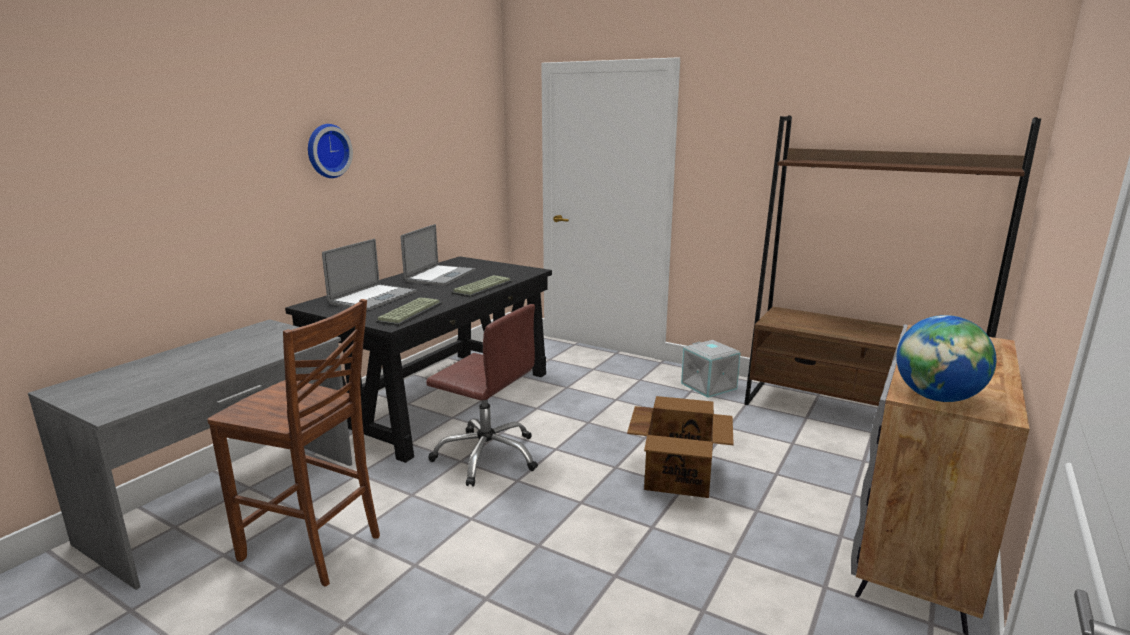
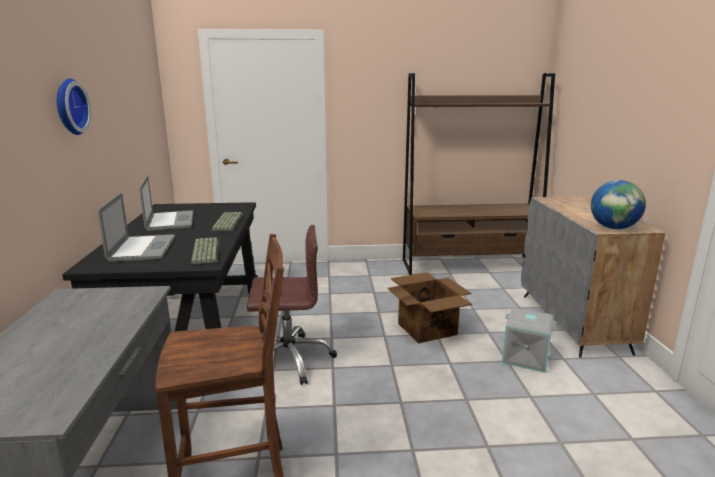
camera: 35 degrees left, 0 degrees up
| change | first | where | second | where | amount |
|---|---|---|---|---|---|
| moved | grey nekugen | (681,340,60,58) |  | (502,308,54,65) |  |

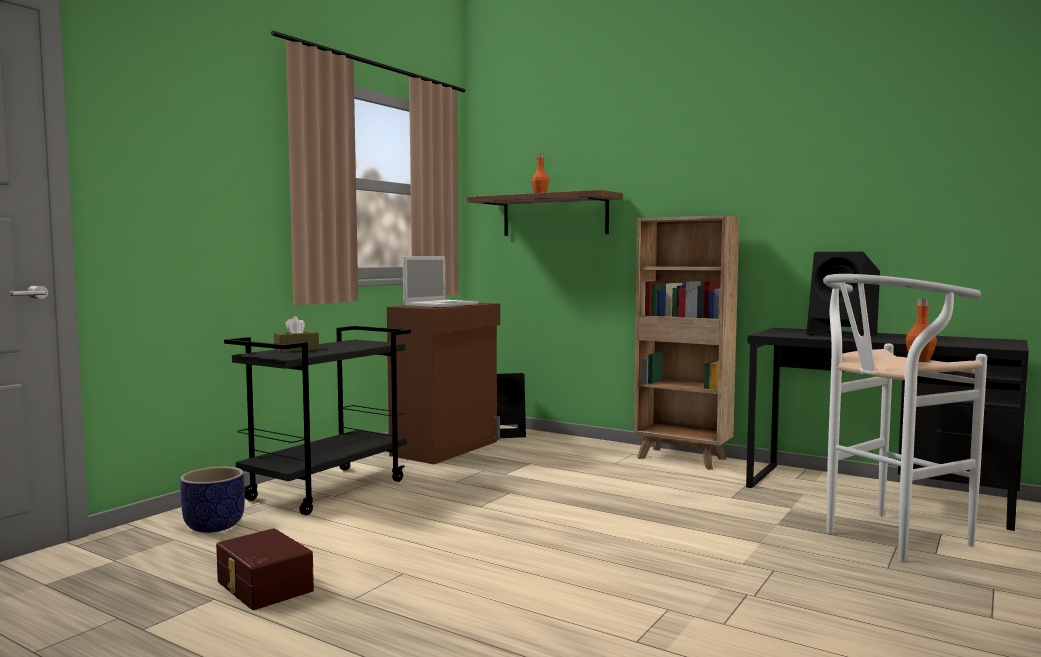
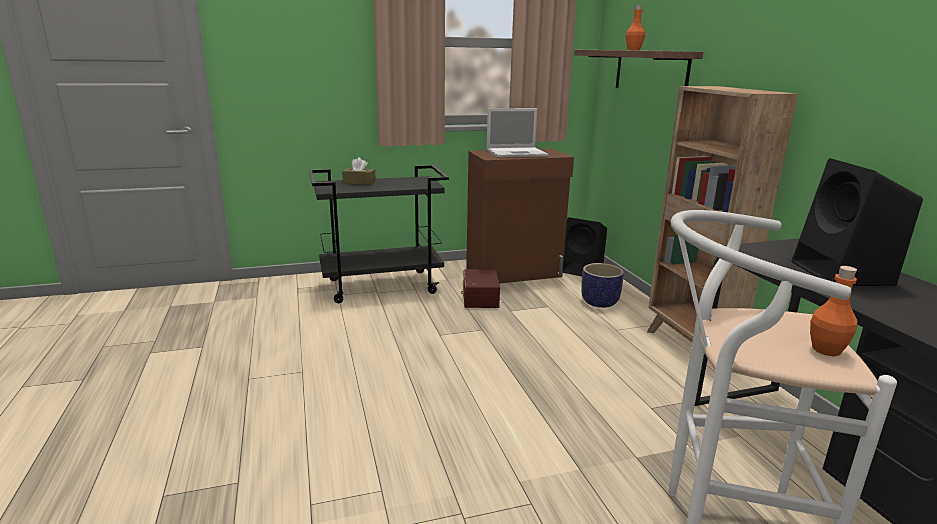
camera: 40 degrees right, 15 degrees up
| change | first | where | second | where | amount |
|---|---|---|---|---|---|
| moved | brown nekugen | (216,528,98,82) |  | (461,269,39,39) |  |
| moved | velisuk | (180,466,65,67) |  | (581,263,43,45) |  |

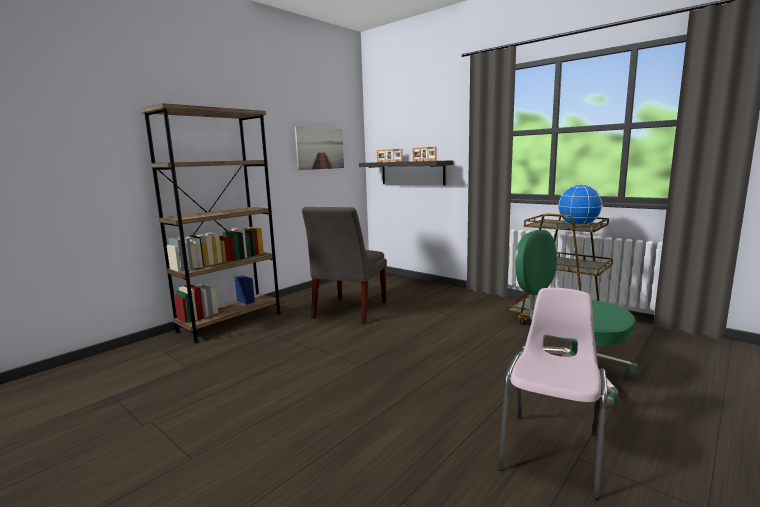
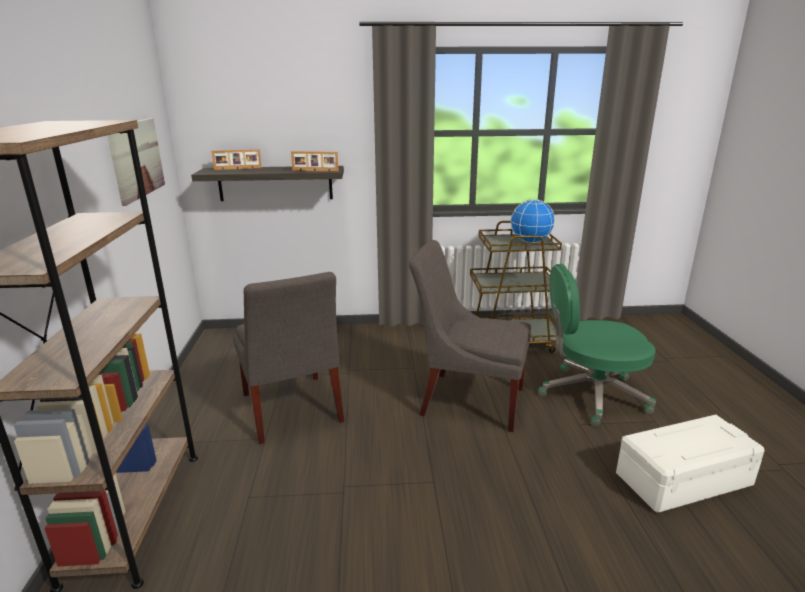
camera: 45 degrees left, 10 degrees up
| change | first | where | second | where | amount |
|---|---|---|---|---|---|
| added |  |  | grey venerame | (409,240,122,192) |  |
| replaced | pink venerame | (498,288,109,211) | white nekugen | (616,415,149,98) |  |

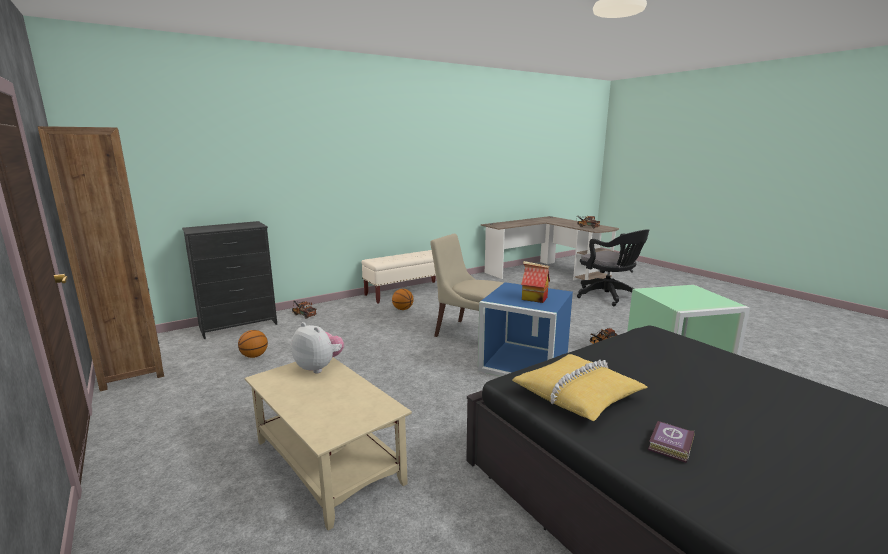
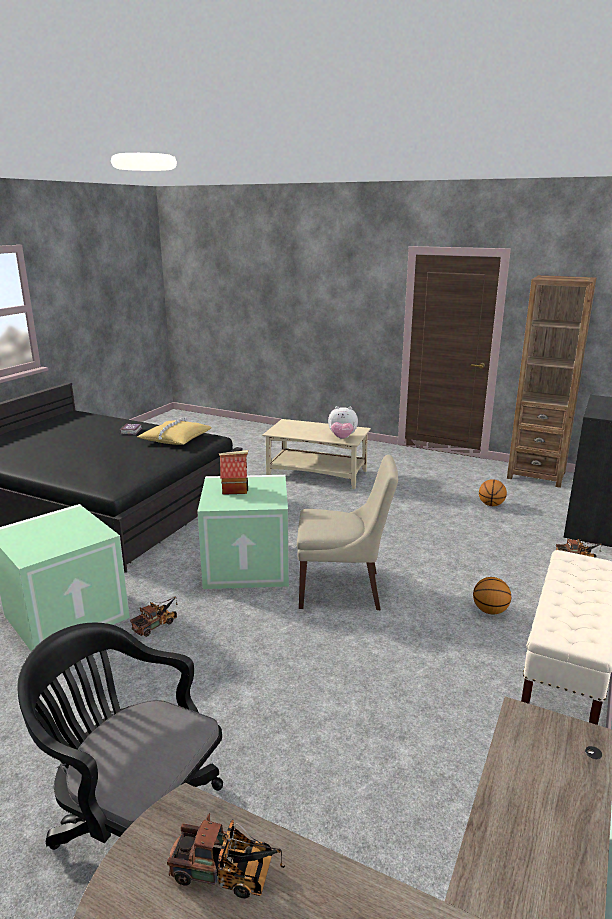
camera: 150 degrees right, 5 degrees up
| change | first | where | second | where | amount |
|---|---|---|---|---|---|
| recoloured | blue nekugen | (478,282,95,95) | green nekugen | (197,475,92,114) |  |

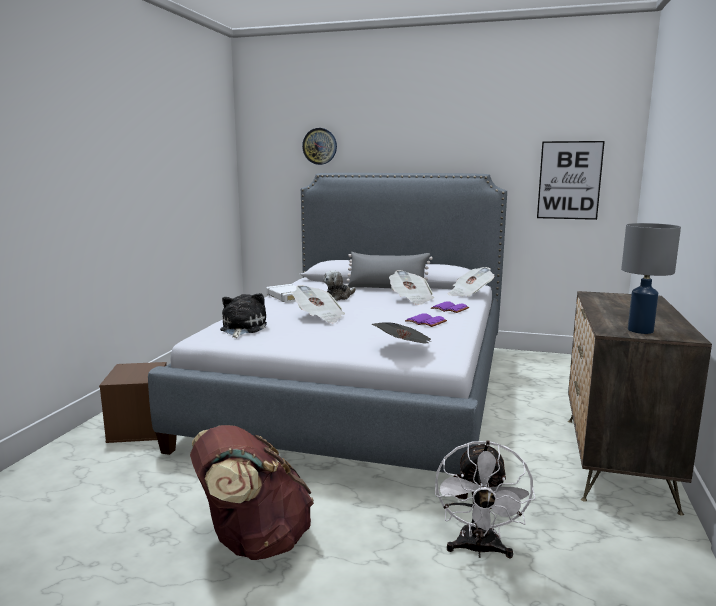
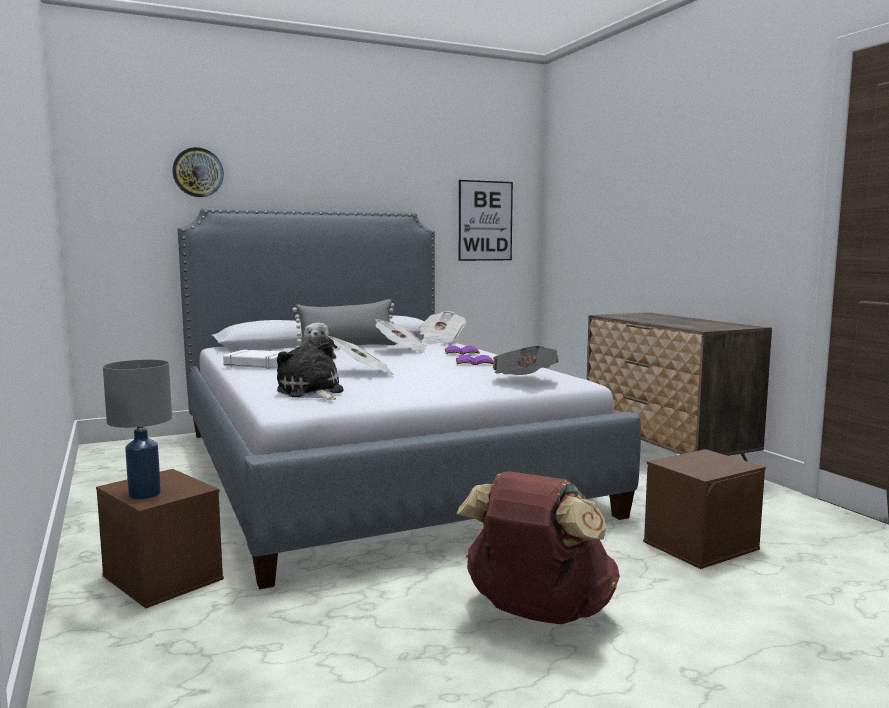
camera: 40 degrees left, 5 degrees down
| change | first | where | second | where | amount |
|---|---|---|---|---|---|
| moved | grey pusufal | (621,223,60,111) |  | (103,360,69,139) |  |
| replaced | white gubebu | (435,440,100,119) | brown nekugen | (643,449,123,120) |  |

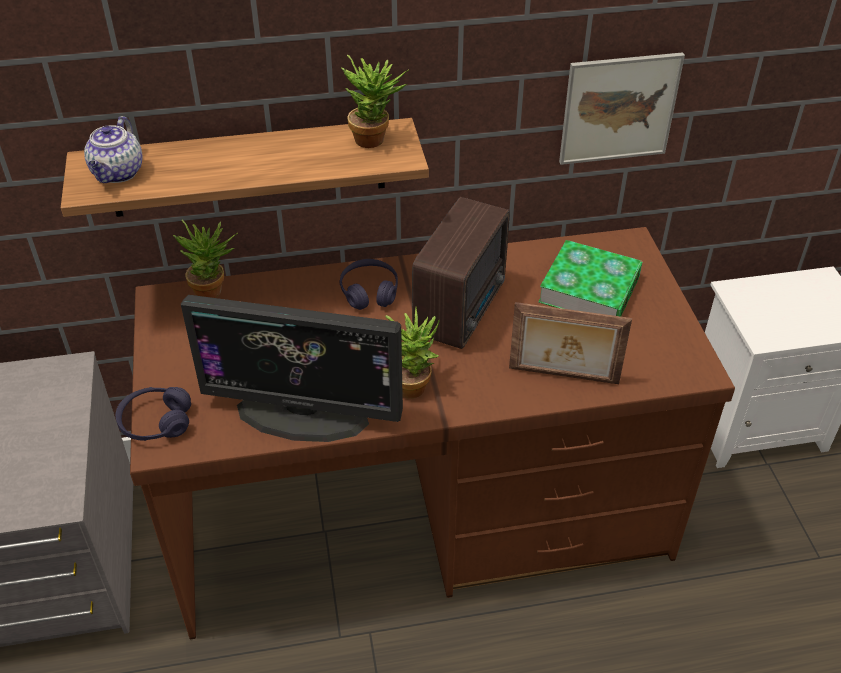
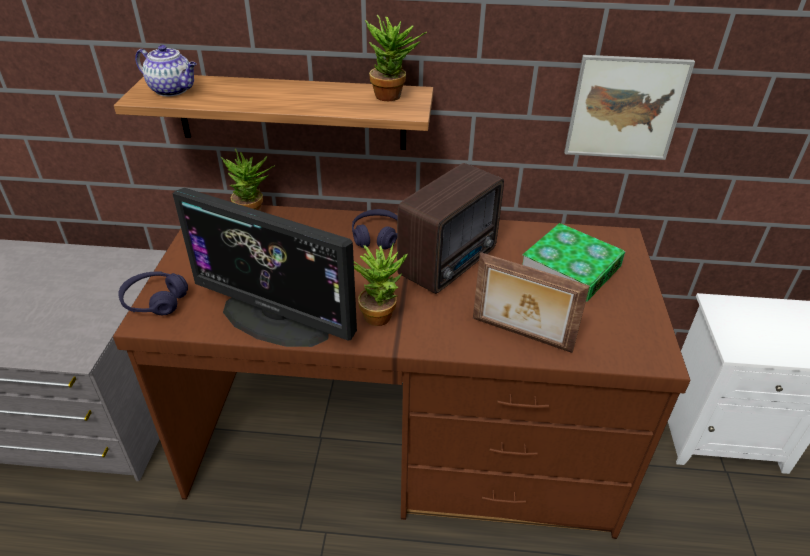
camera: 15 degrees right, 5 degrees down
| change | first | where | second | where | amount |
|---|---|---|---|---|---|
| turned | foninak | (84,116,59,67) |  | (135,45,62,51) | 90 degrees counterclockwise |

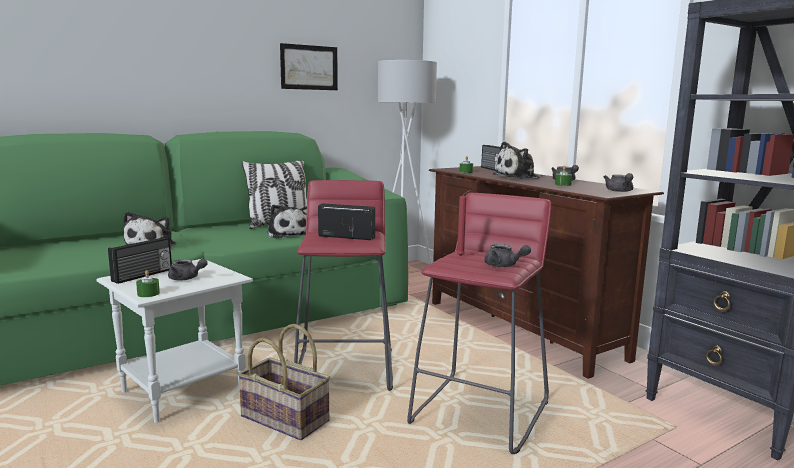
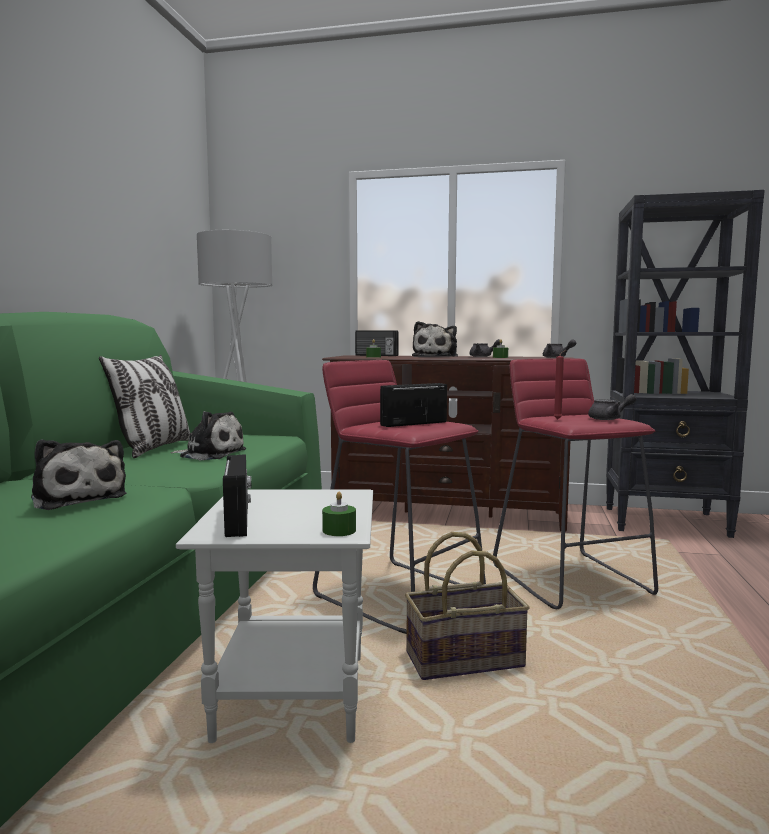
camera: 45 degrees left, 5 degrees down
| change | first | where | second | where | amount |
|---|---|---|---|---|---|
| removed | grey foninak | (168,259,40,22) |  |  |  |
| removed | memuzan | (280,43,58,47) |  |  |  |

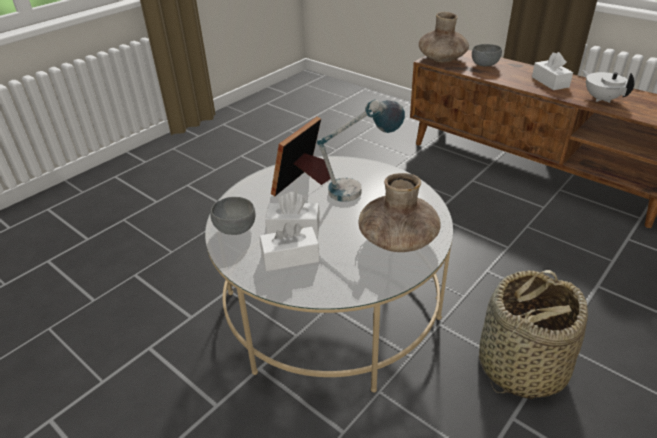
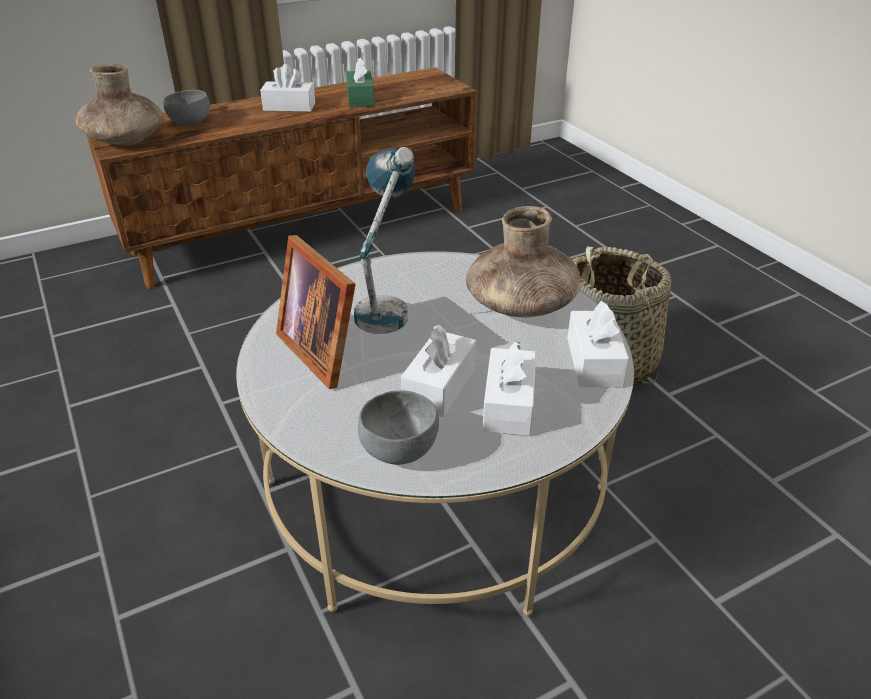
camera: 70 degrees left, 0 degrees up
| change | first | where | second | where | amount |
|---|---|---|---|---|---|
| replaced | white foninak | (582,70,52,33) | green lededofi | (346,57,29,50) |  |
| added |  |  | white lededofi | (567,301,62,86) |  |

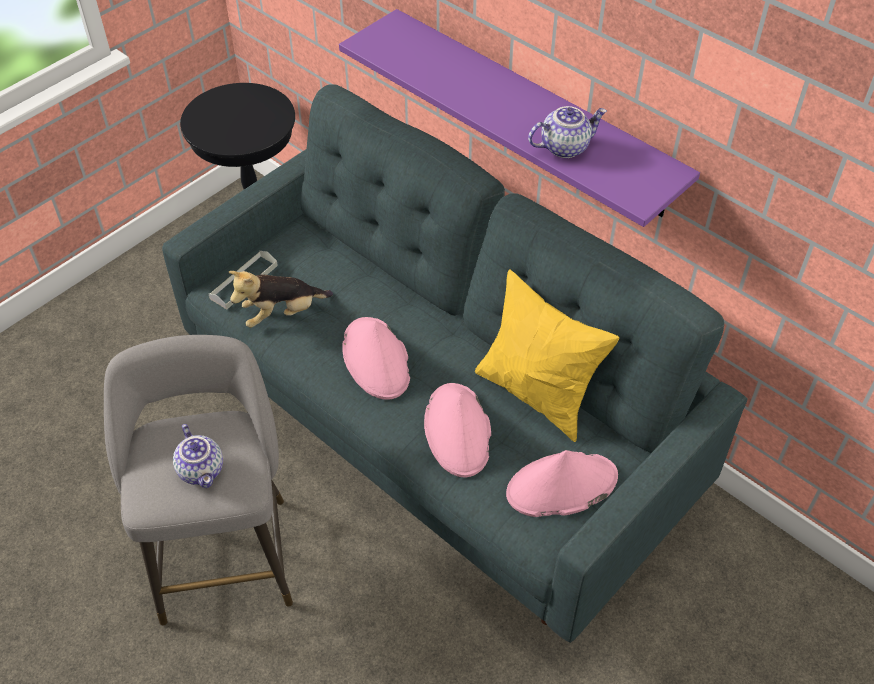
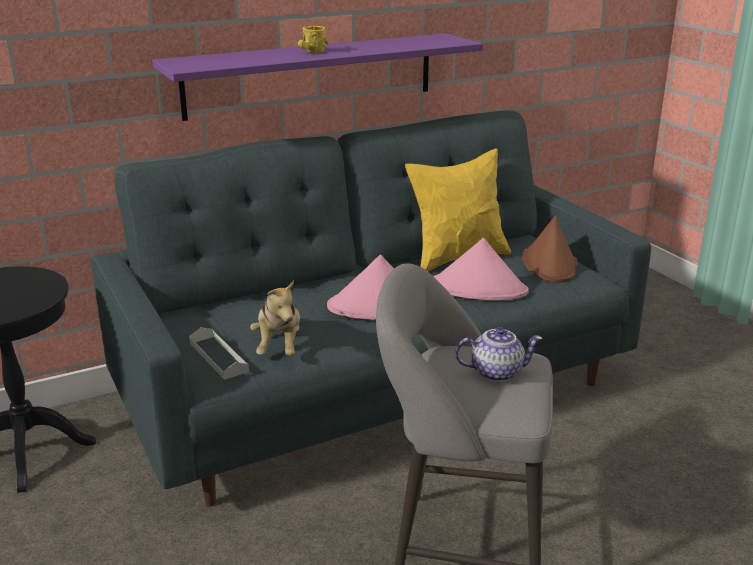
camera: 70 degrees left, 25 degrees down
| change | first | where | second | where | amount |
|---|---|---|---|---|---|
| added |  |  | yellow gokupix | (298,26,30,27) |  |
| recoloured | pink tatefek | (506,450,112,67) | brown tatefek | (522,216,56,66) |  |
| removed | foninak | (528,106,79,52) |  |  |  |

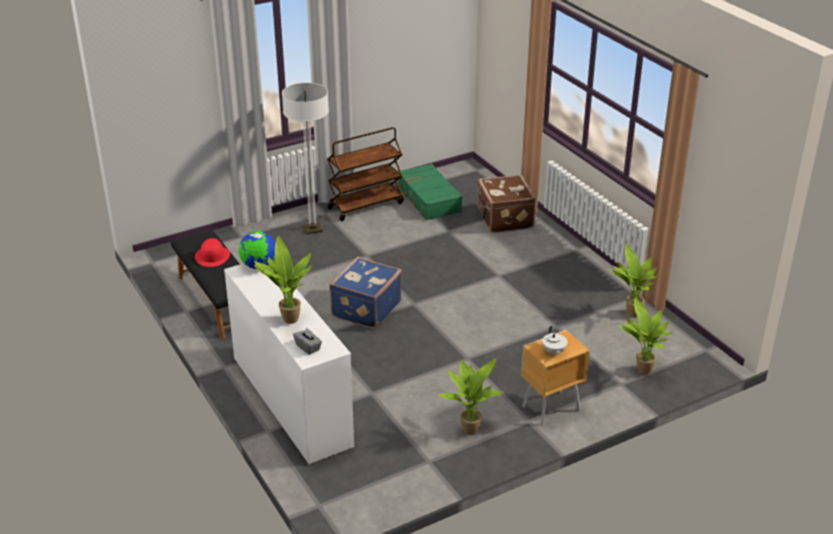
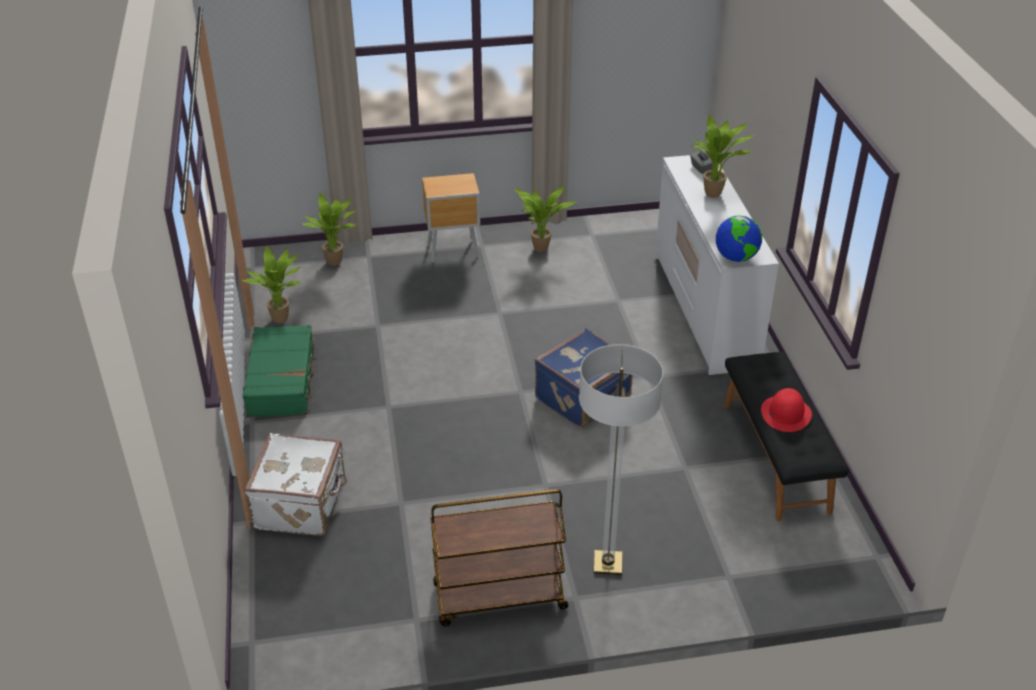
camera: 160 degrees left, 5 degrees up
| change | first | where | second | where | amount |
|---|---|---|---|---|---|
| moved | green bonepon | (398,164,65,56) |  | (243,325,75,92) |  |
| recoloured | brown bonepon | (478,175,58,58) | white bonepon | (244,433,103,103) |  |
| removed | white foninak | (542,326,25,29) |  |  |  |

